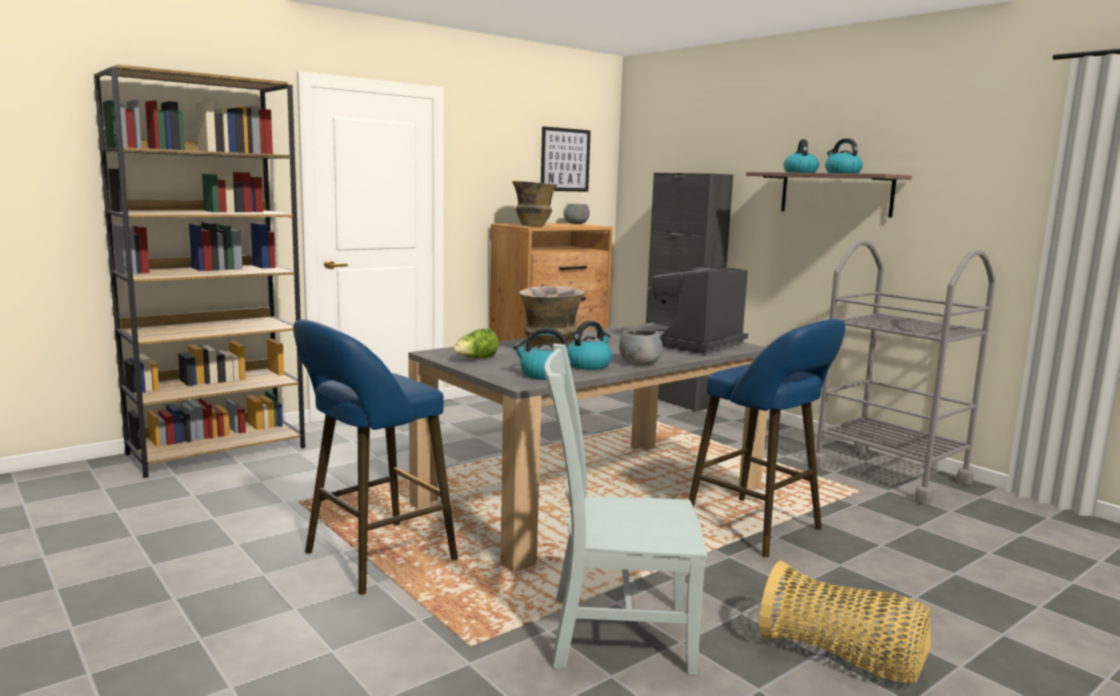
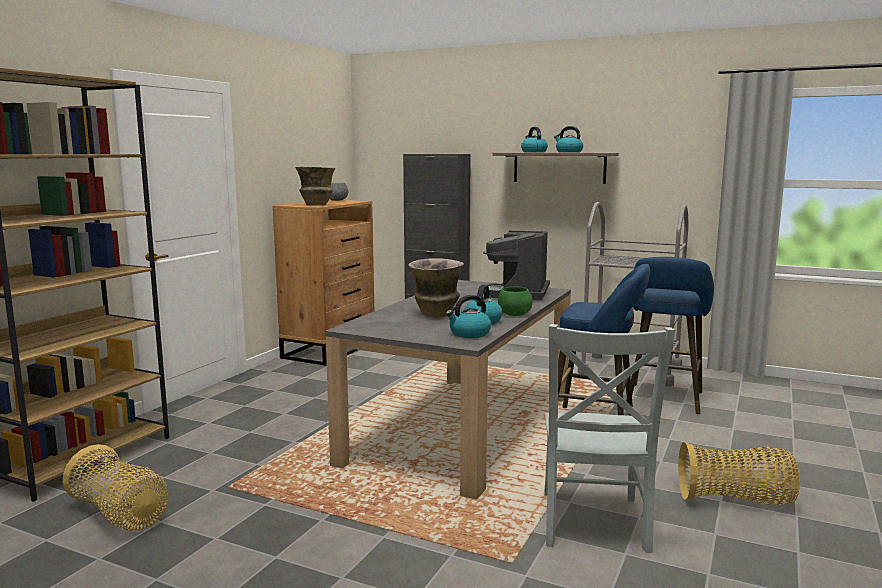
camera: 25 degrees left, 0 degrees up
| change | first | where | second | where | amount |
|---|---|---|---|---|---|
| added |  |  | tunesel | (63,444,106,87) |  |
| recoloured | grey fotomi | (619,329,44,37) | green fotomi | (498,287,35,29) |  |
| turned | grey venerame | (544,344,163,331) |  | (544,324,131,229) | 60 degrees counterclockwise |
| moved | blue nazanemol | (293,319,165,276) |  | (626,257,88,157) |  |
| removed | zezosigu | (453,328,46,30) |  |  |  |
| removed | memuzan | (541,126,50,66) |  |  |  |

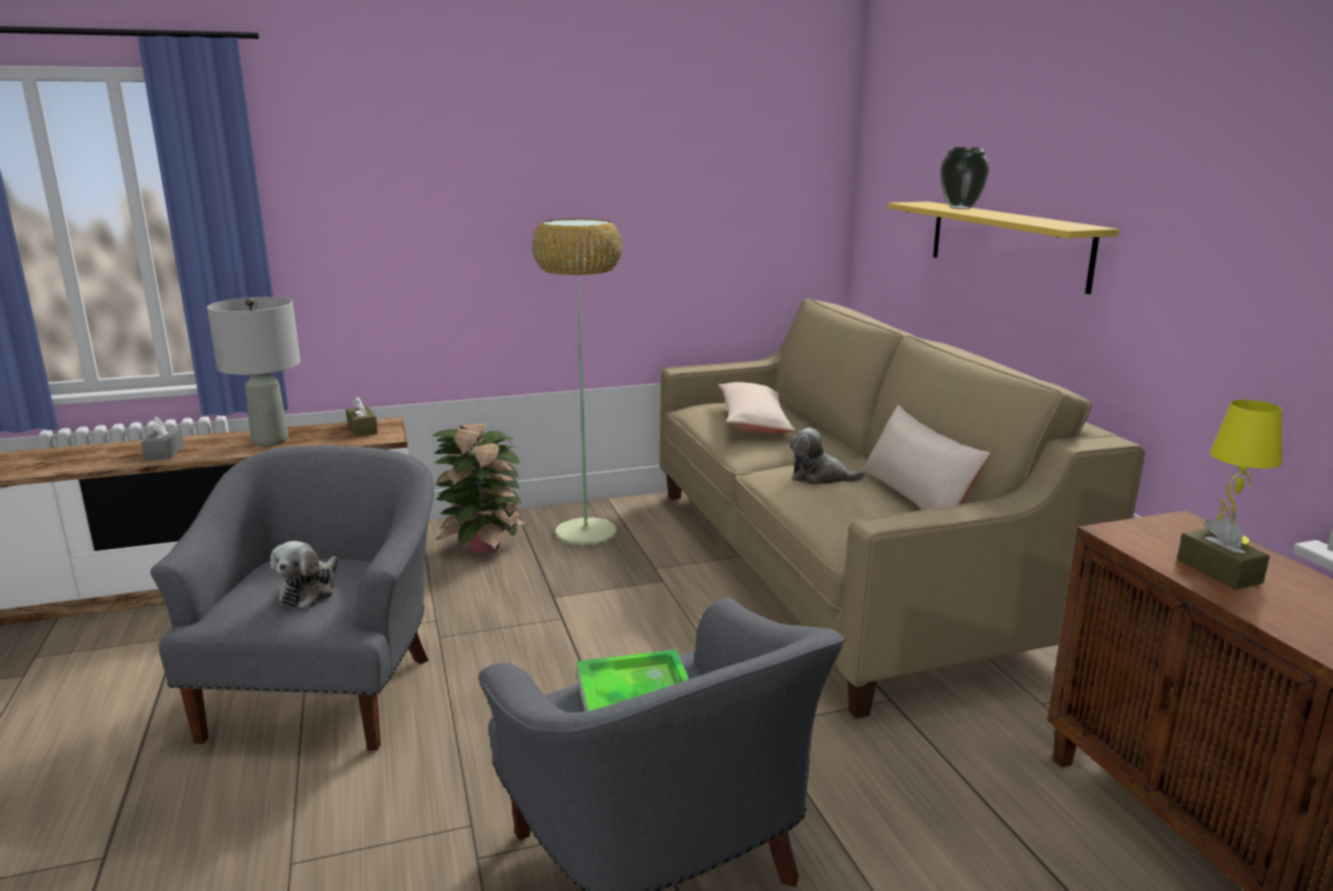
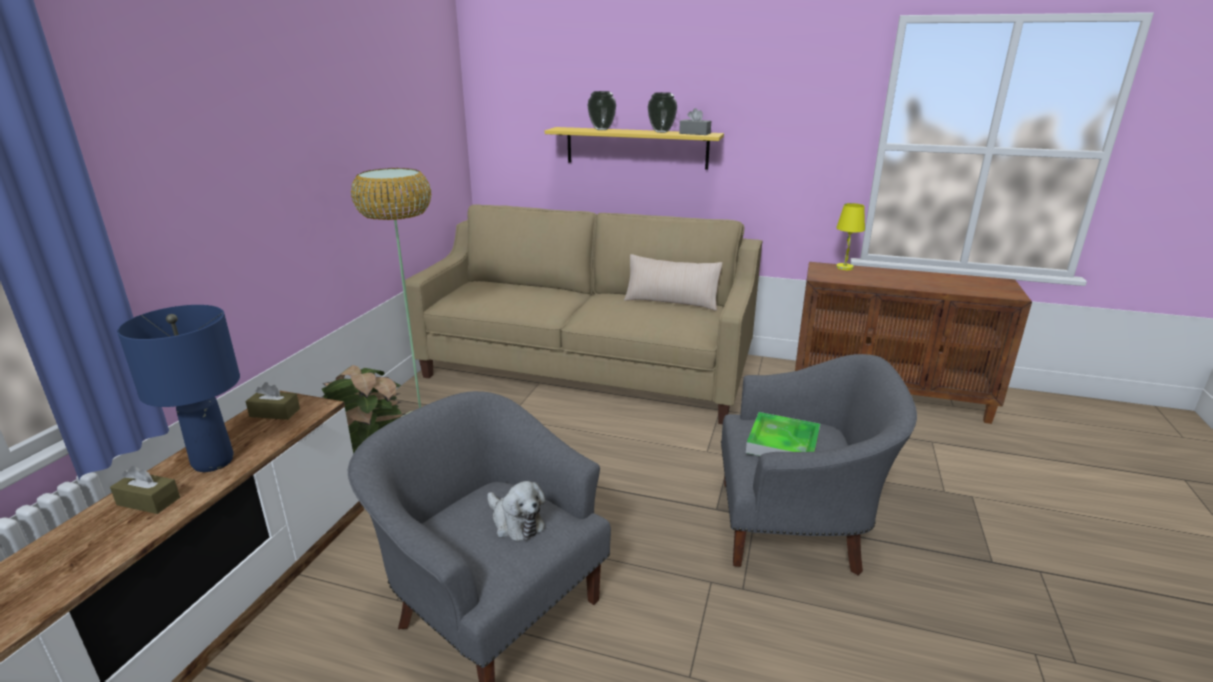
camera: 55 degrees left, 5 degrees up
| change | first | where | second | where | amount |
|---|---|---|---|---|---|
| moved | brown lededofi | (1177,516,93,73) |  | (110,466,70,48) |  |
| recoloured | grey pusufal | (207,297,93,150) | blue pusufal | (117,305,123,167) |  |
| added |  |  | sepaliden | (648,92,29,41) |  |
| moved | grey lededofi | (141,417,43,43) |  | (679,108,32,27) |  |
| removed | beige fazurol | (718,382,78,52) |  |  |  |
| removed | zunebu | (790,428,75,57) |  |  |  |

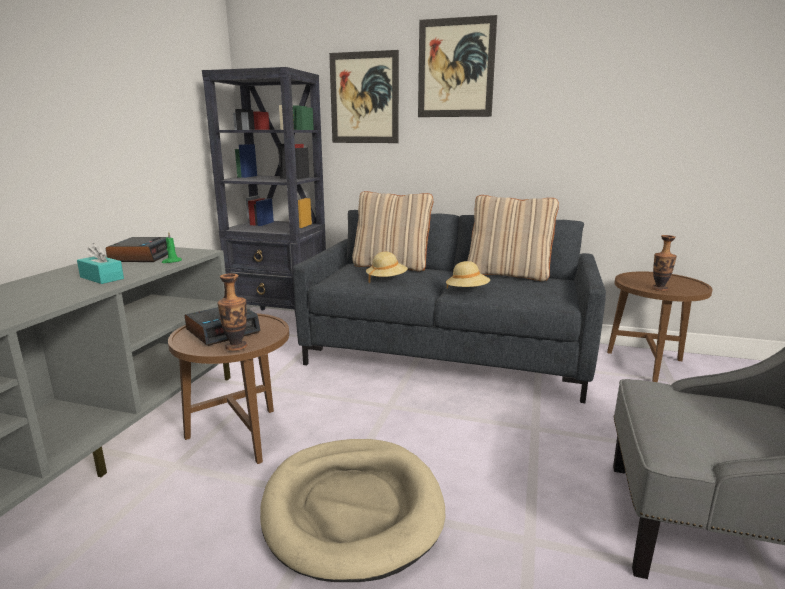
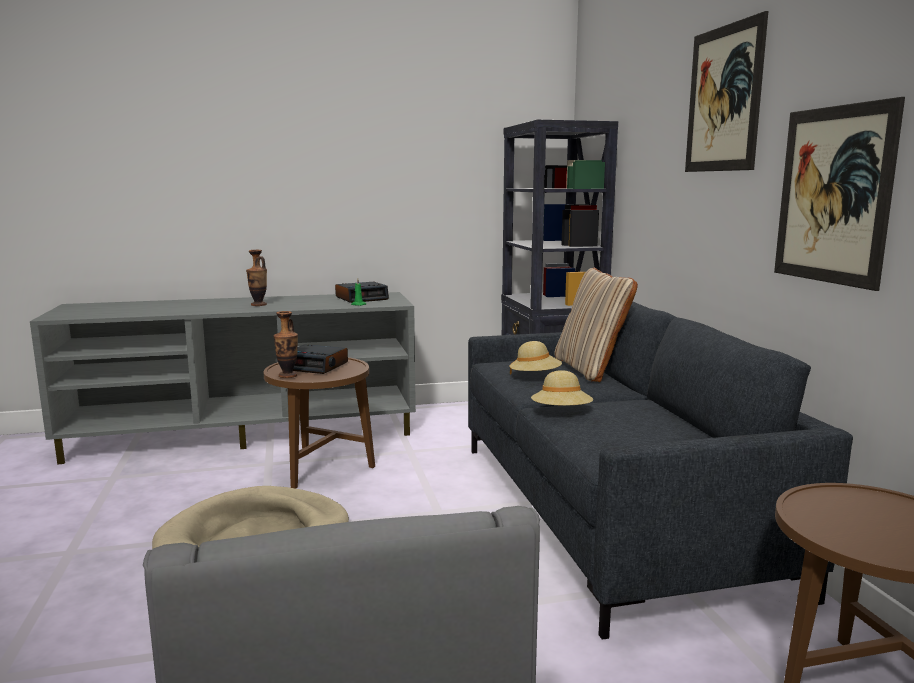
camera: 60 degrees right, 5 degrees down
| change | first | where | second | where | amount |
|---|---|---|---|---|---|
| moved | sepaliden | (652,235,25,56) |  | (246,250,21,56) |  |
| moved | memuzan | (329,50,70,93) |  | (774,97,131,194) |  |
| removed | turquoise lededofi | (77,243,47,41) |  |  |  |
| removed | beige fazurol | (467,195,92,86) |  |  |  |

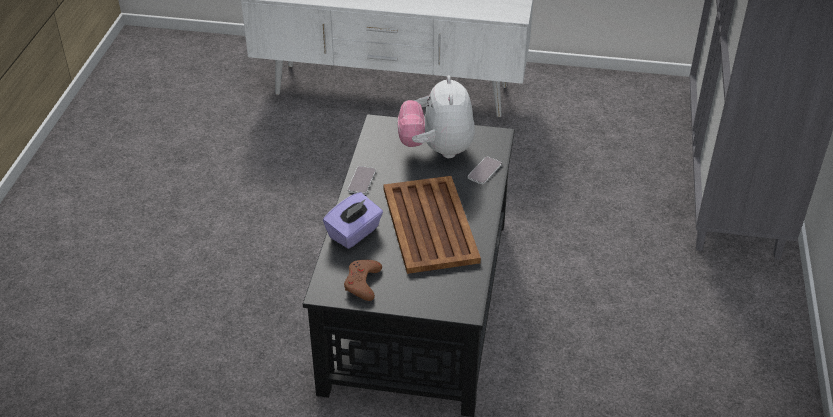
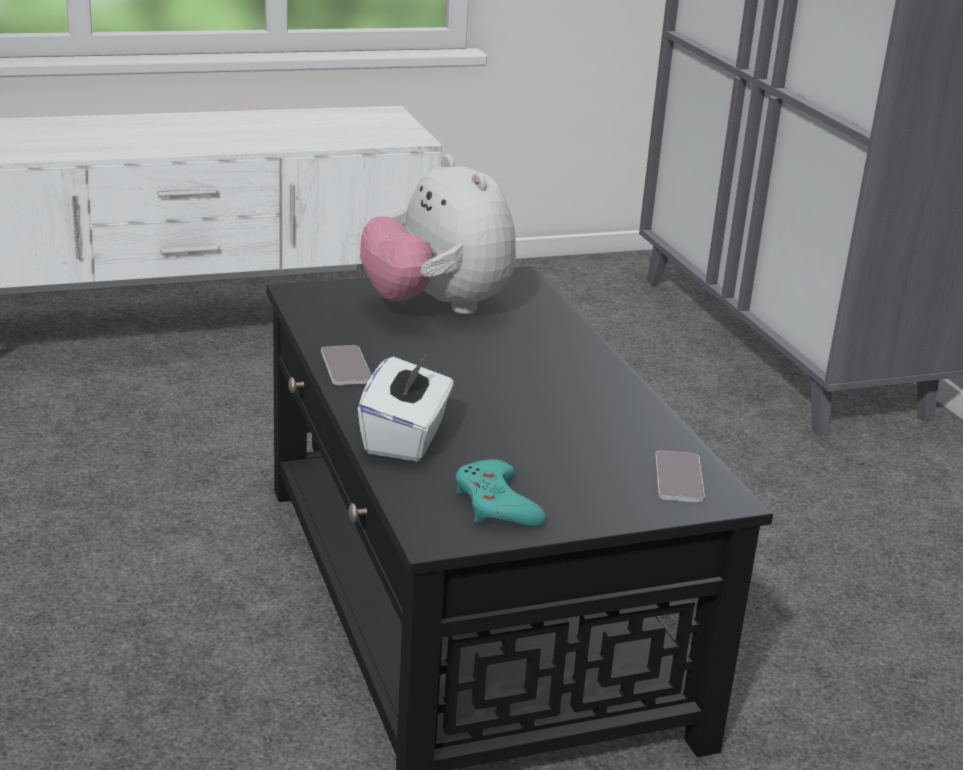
camera: 30 degrees left, 15 degrees down
| change | first | where | second | where | amount |
|---|---|---|---|---|---|
| recoloured | purple lededofi | (323,192,60,57) | white lededofi | (358,351,96,110) |  |
| recoloured | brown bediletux | (344,260,38,41) | turquoise bediletux | (456,459,90,68) |  |
| moved | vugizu | (468,157,34,27) |  | (655,450,50,53) |  |
| removed | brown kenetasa | (383,176,98,98) |  |  |  |

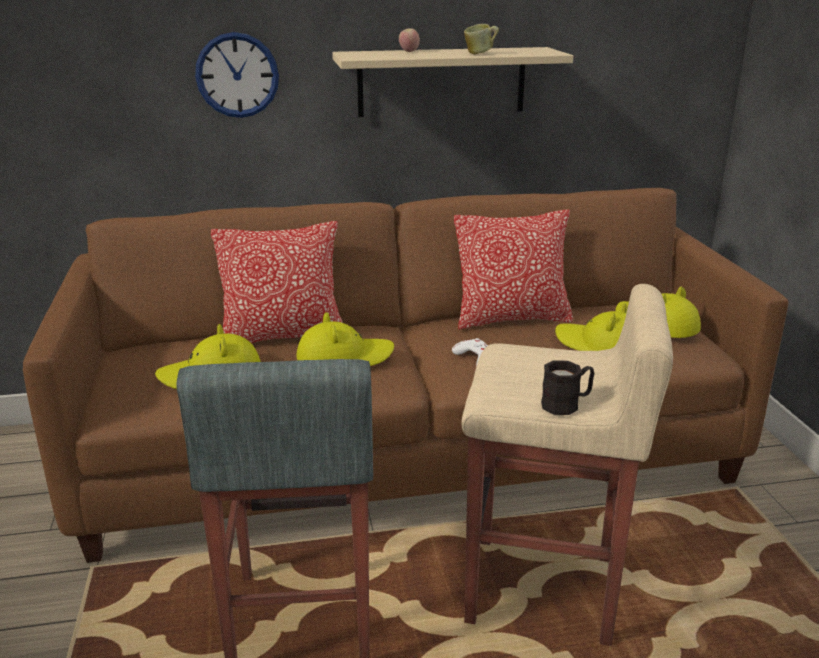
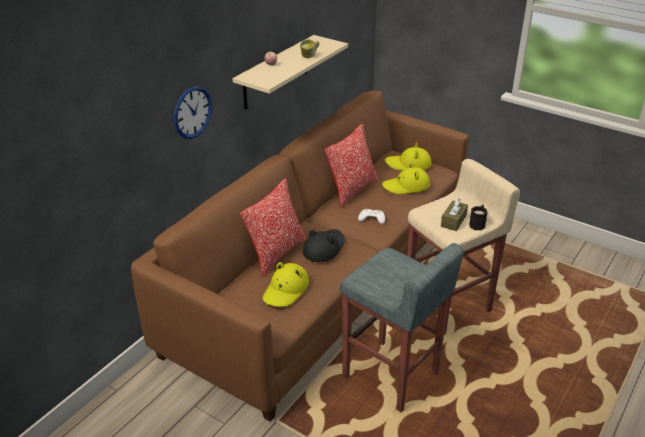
camera: 45 degrees left, 10 degrees up
| change | first | where | second | where | amount |
|---|---|---|---|---|---|
| recoloured | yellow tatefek | (296,312,98,54) | black tatefek | (303,229,42,33) |  |
| added |  |  | brown lededofi | (441,198,27,33) |  |

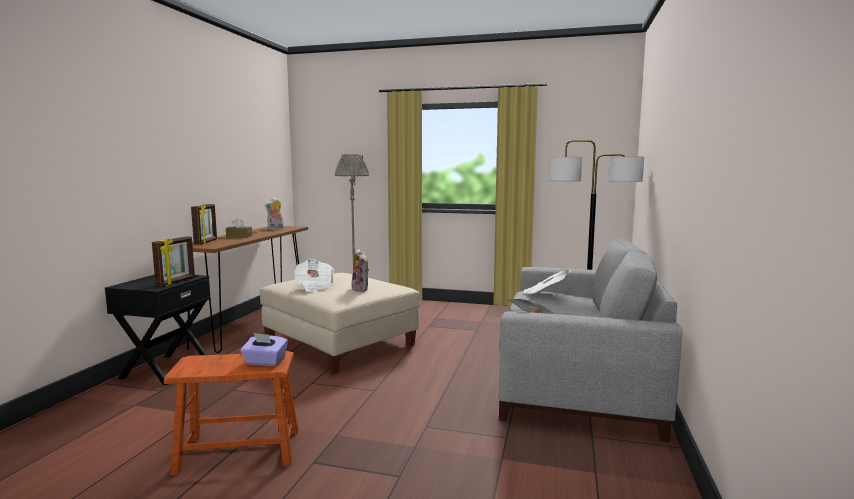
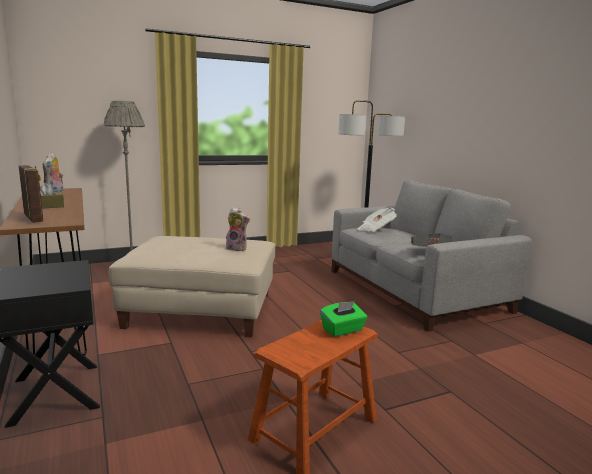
camera: 40 degrees left, 5 degrees up
| change | first | where | second | where | amount |
|---|---|---|---|---|---|
| recoloured | purple lededofi | (240,333,48,33) | green lededofi | (320,301,47,36) |  |
| removed | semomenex | (152,236,43,50) |  |  |  |
| removed | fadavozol | (293,259,41,33) |  |  |  |

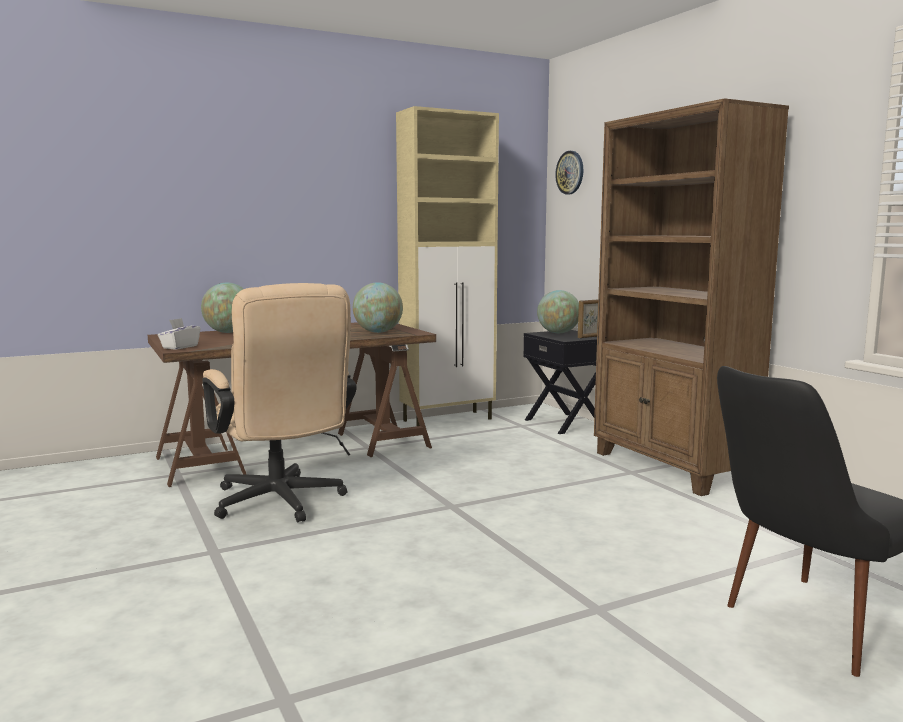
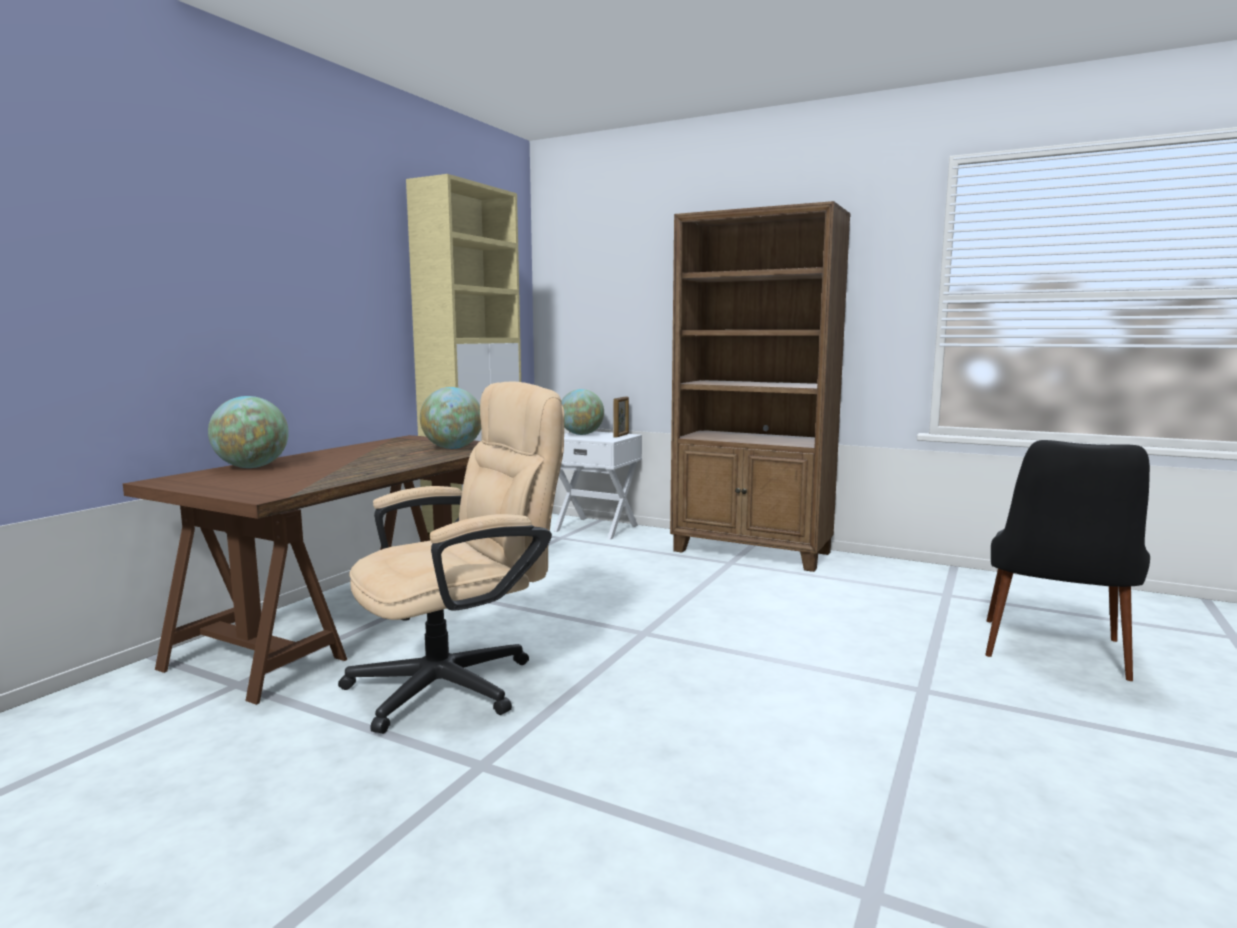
camera: 35 degrees left, 0 degrees up
| change | first | where | second | where | amount |
|---|---|---|---|---|---|
| turned | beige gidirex | (202,283,155,240) |  | (338,382,226,352) | 60 degrees counterclockwise |
| recoloured | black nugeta | (523,330,74,104) | white nugeta | (553,431,89,109) |  |
| removed | white lededofi | (158,318,43,32) |  |  |  |
| removed | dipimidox | (555,151,28,43) |  |  |  |

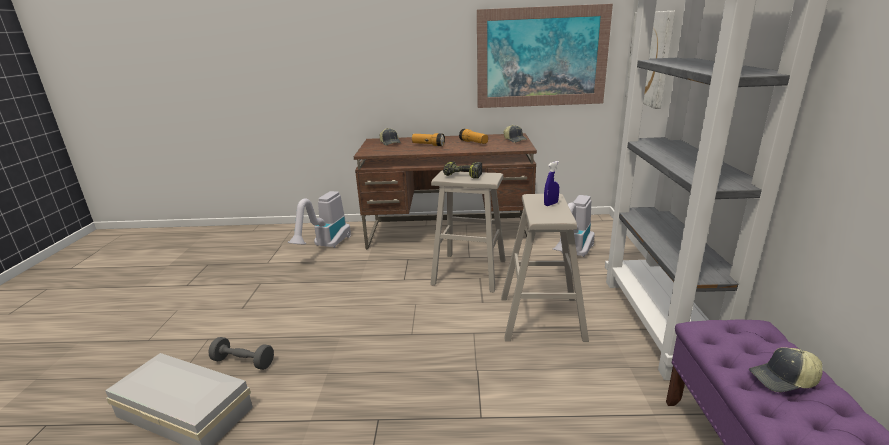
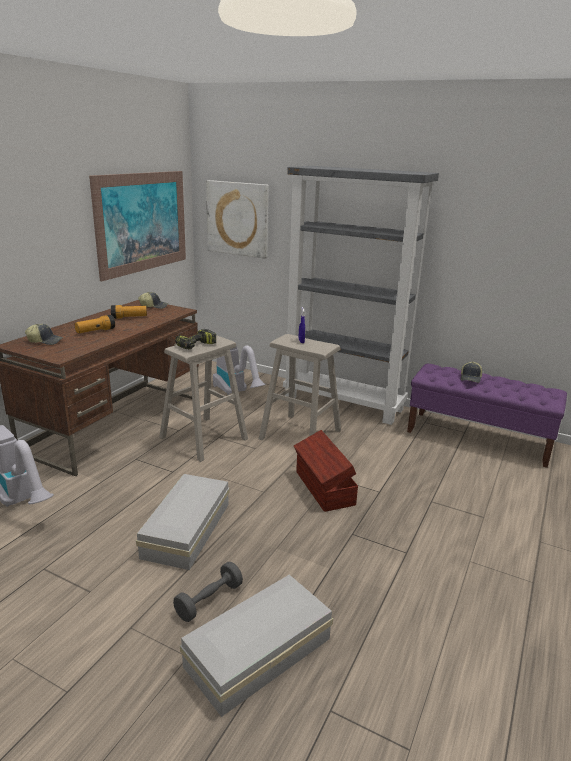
camera: 65 degrees left, 0 degrees up
| change | first | where | second | where | amount |
|---|---|---|---|---|---|
| added |  |  | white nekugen | (136,474,94,96) |  |
| added |  |  | brown nekugen | (294,430,64,82) |  |

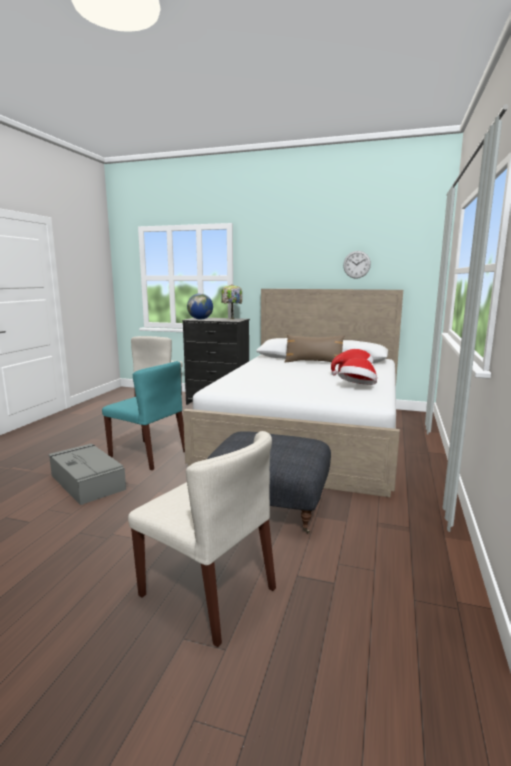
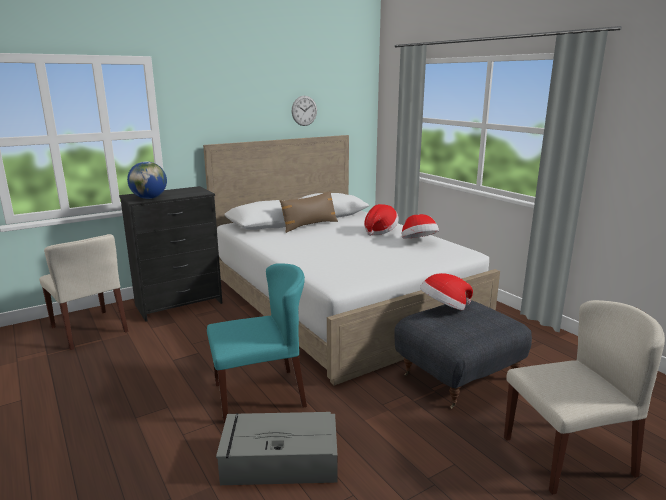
camera: 50 degrees left, 5 degrees up
| change | first | where | second | where | amount |
|---|---|---|---|---|---|
| added |  |  | tatefek | (420,273,53,37) |  |
| removed | pusufal | (221,285,21,35) |  |  |  |

